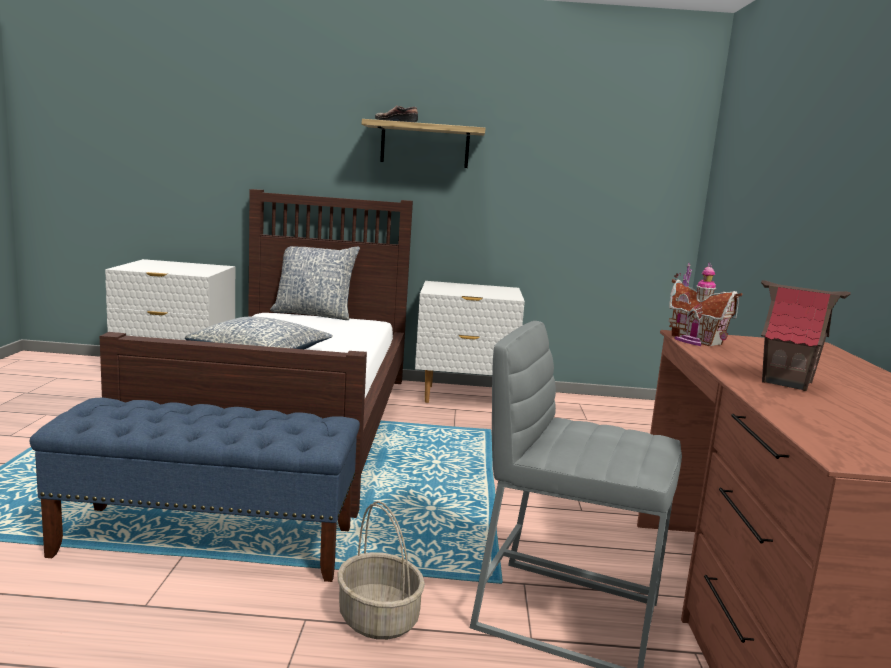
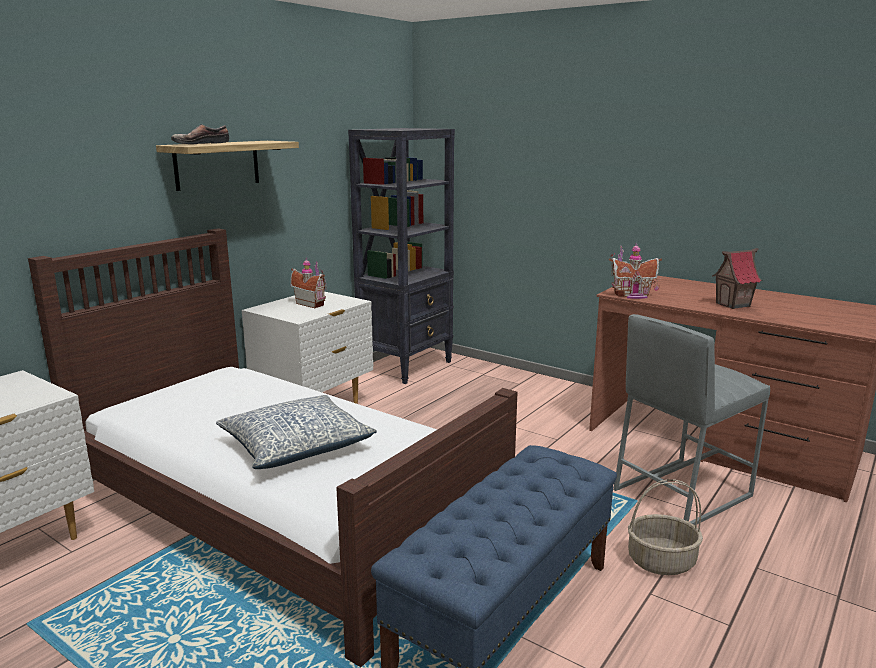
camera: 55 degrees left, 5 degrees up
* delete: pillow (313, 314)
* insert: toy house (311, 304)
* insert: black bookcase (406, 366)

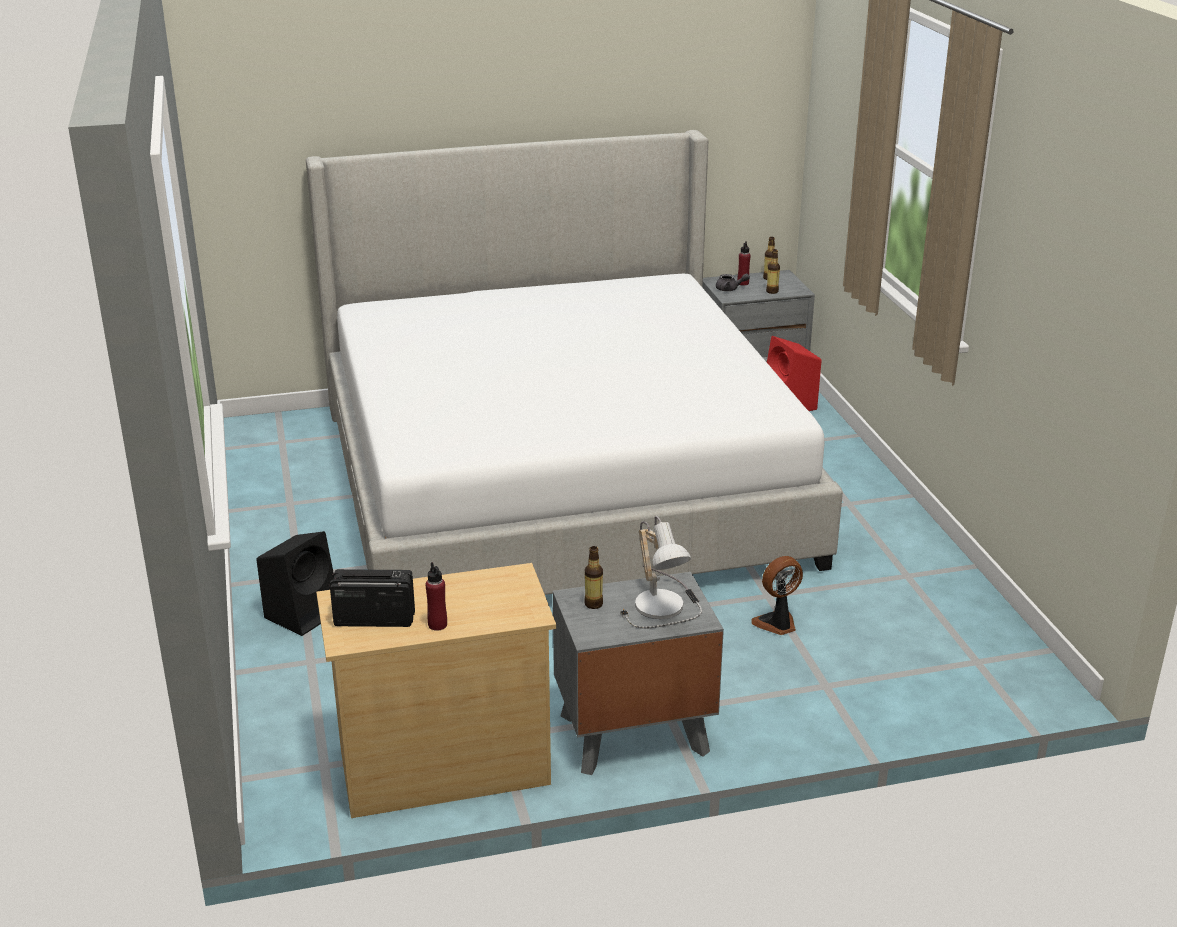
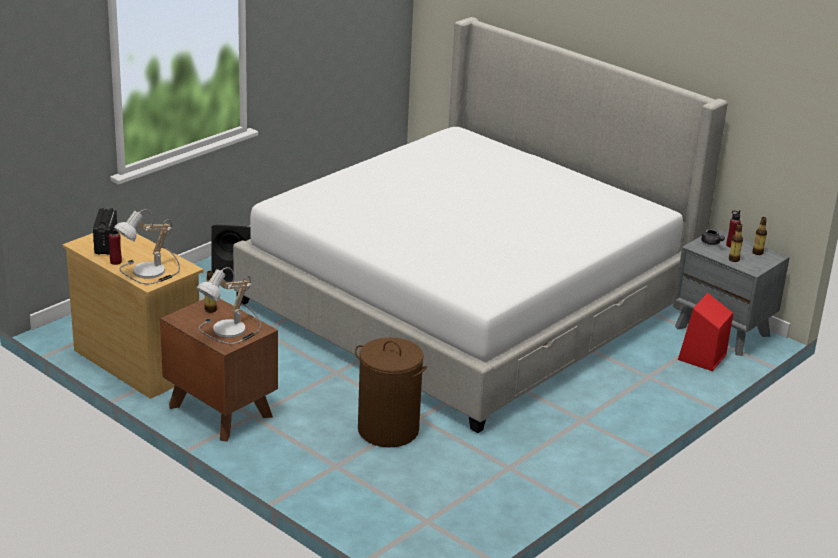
camera: 55 degrees right, 0 degrees up
* insert: table lamp (149, 272)
* replace: fan (777, 624) to brown laundry basket (387, 430)
* recolor: grey nightstand (633, 734) to brown nightstand (220, 411)
* rotate: radio (373, 619) = (106, 244) 150 degrees counterclockwise

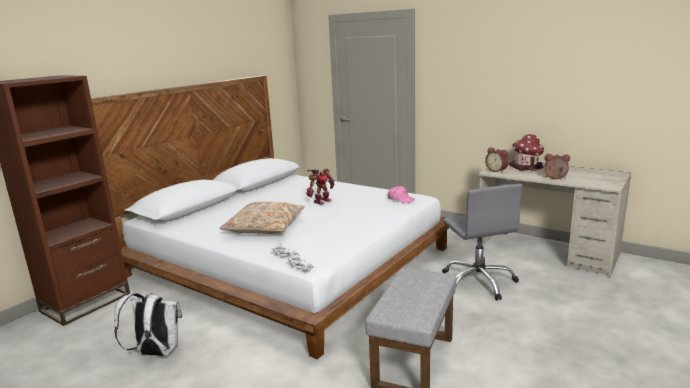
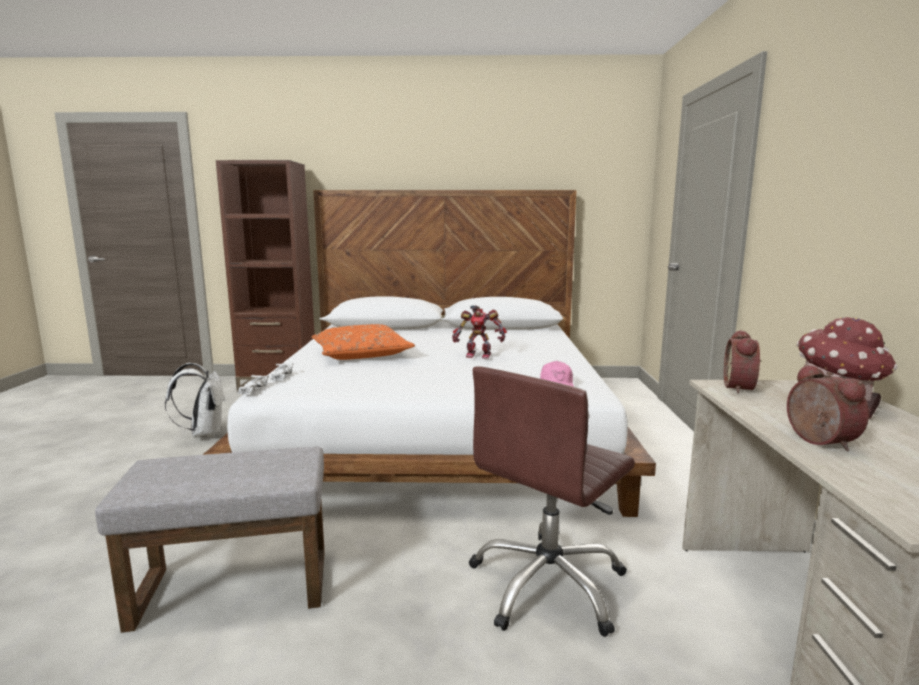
camera: 55 degrees right, 5 degrees down
* recolor: beige pillow (264, 227) to orange pillow (361, 354)
* recolor: grey office chair (478, 282) to brown office chair (548, 585)

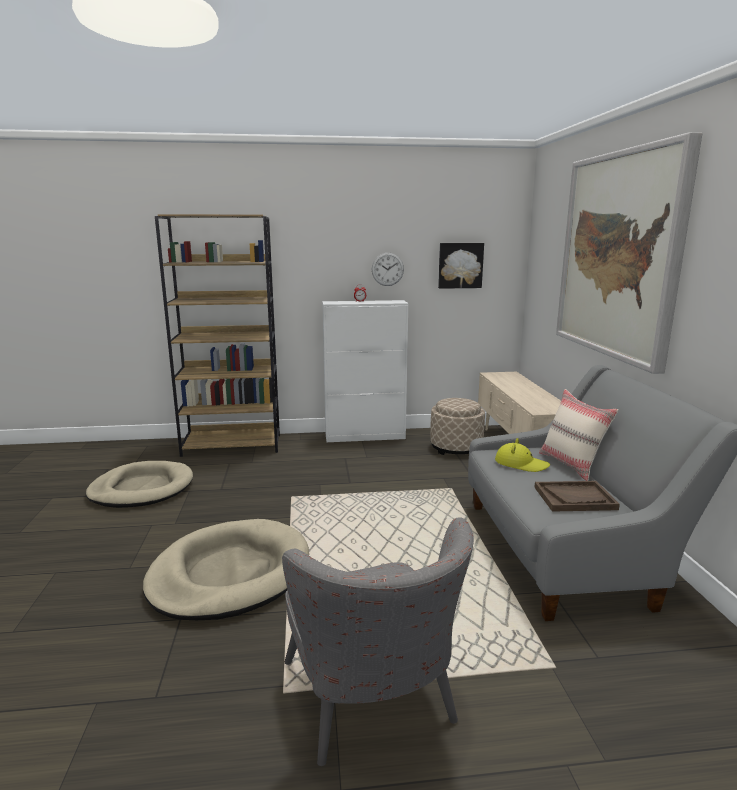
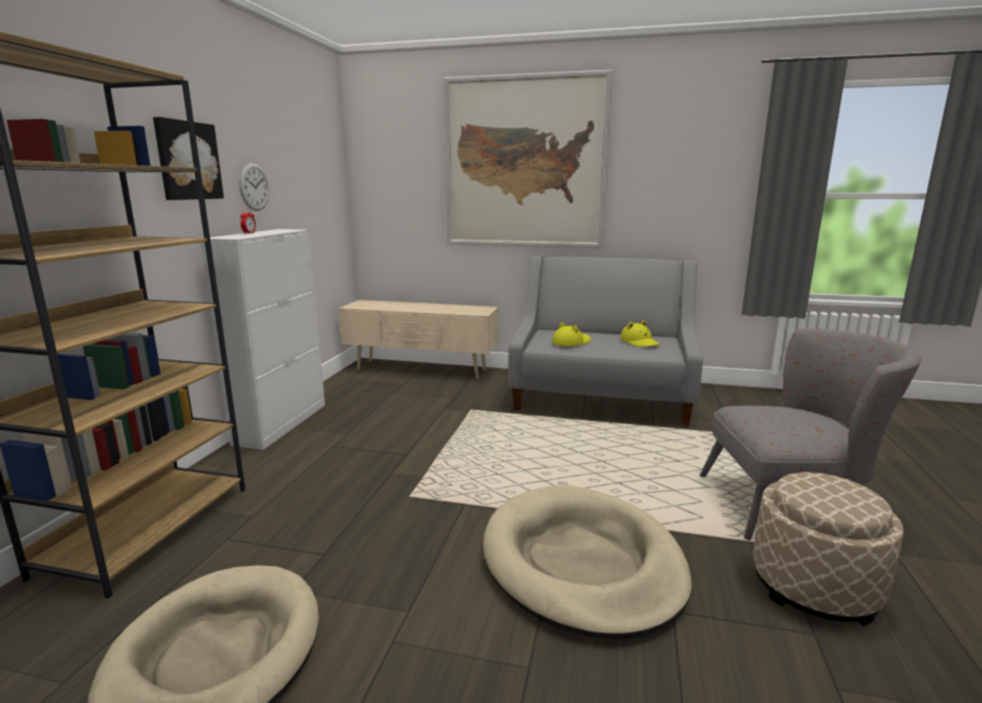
camera: 70 degrees left, 0 degrees up
* delete: beige pillow (571, 465)
* move: beige ottoman (456, 447) to (814, 586)
* move: picture (460, 265) to (187, 160)
* replace: brown tray (575, 498) to yellow hat (639, 342)

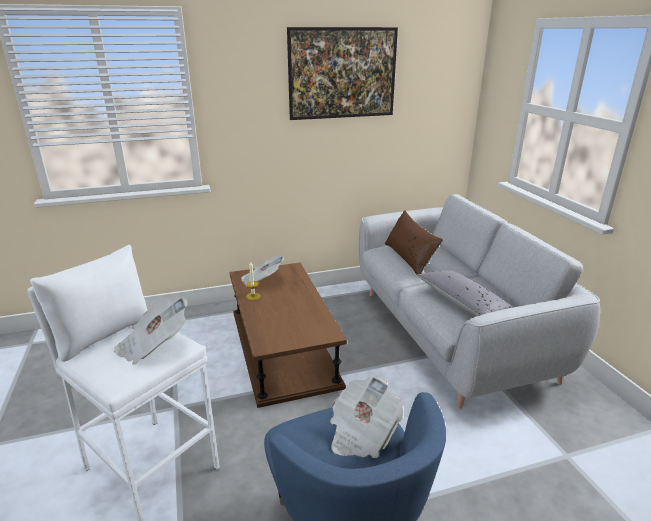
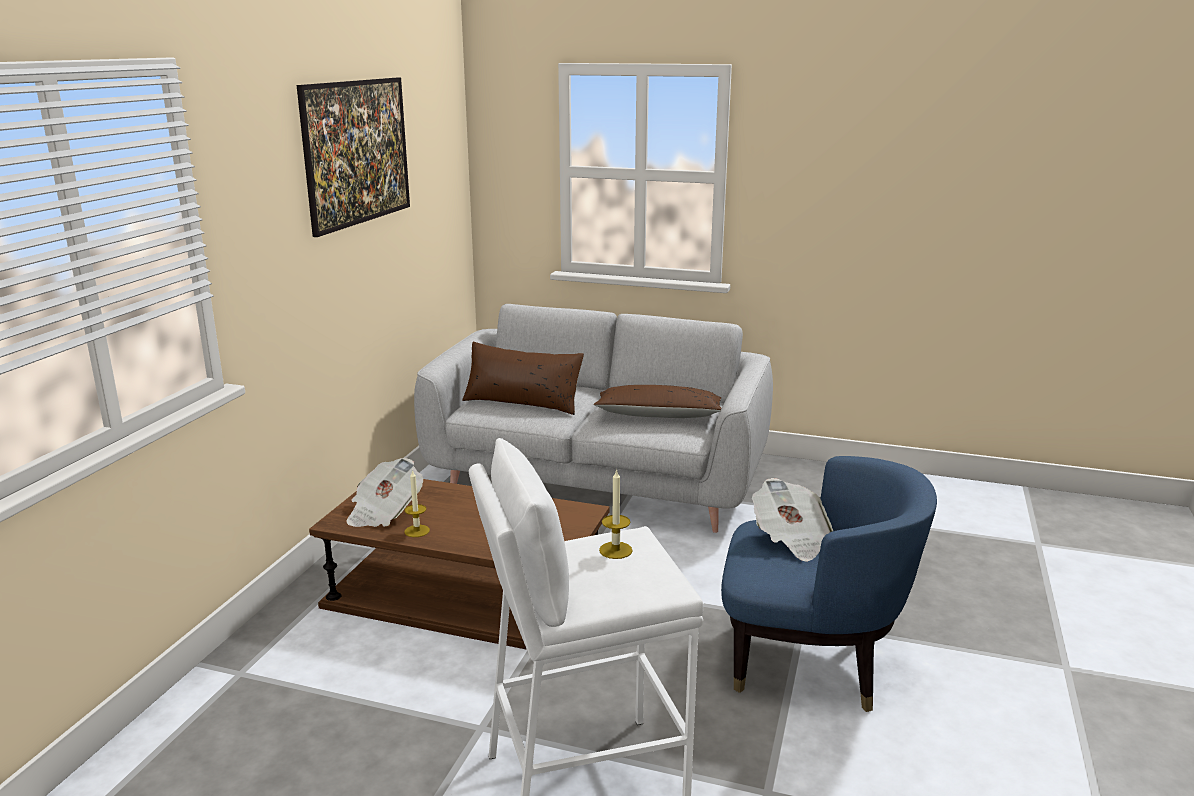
camera: 55 degrees left, 5 degrees down
* replace: newspaper (154, 345) to candle (615, 550)
* recolor: grey pillow (464, 303) to brown pillow (658, 415)

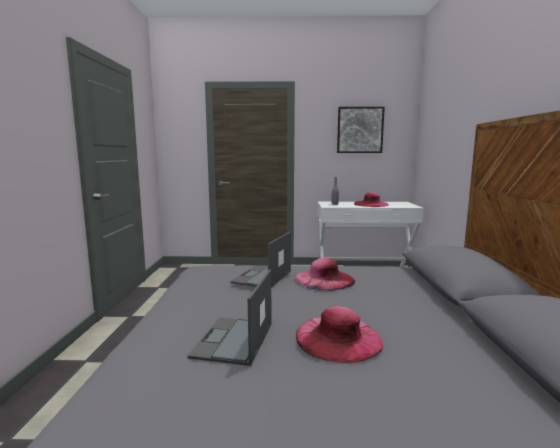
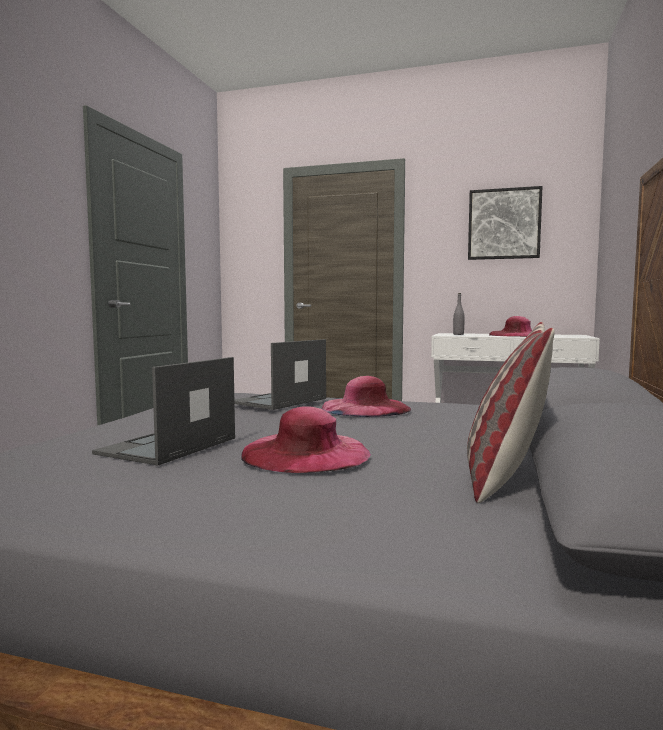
camera: 15 degrees right, 5 degrees down
* insert: pillow (505, 477)

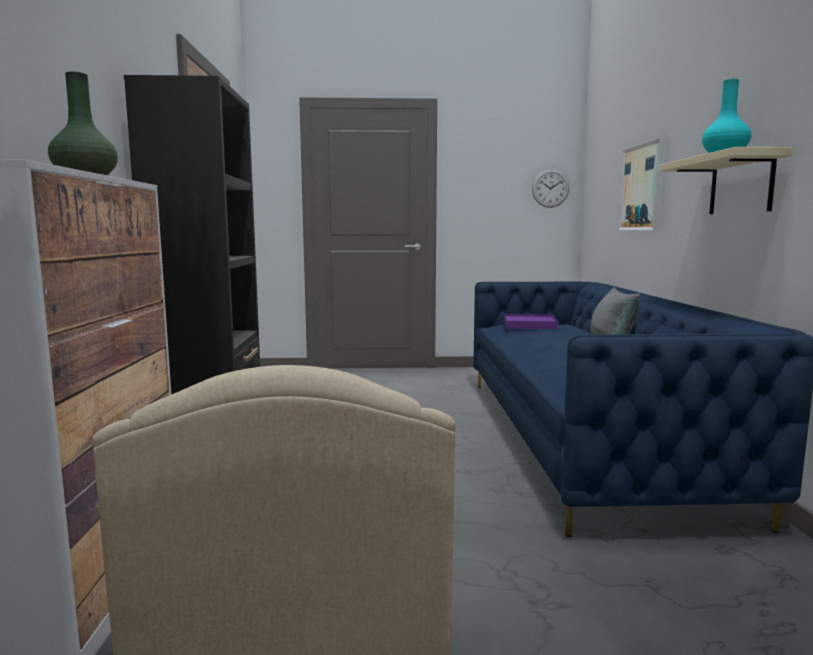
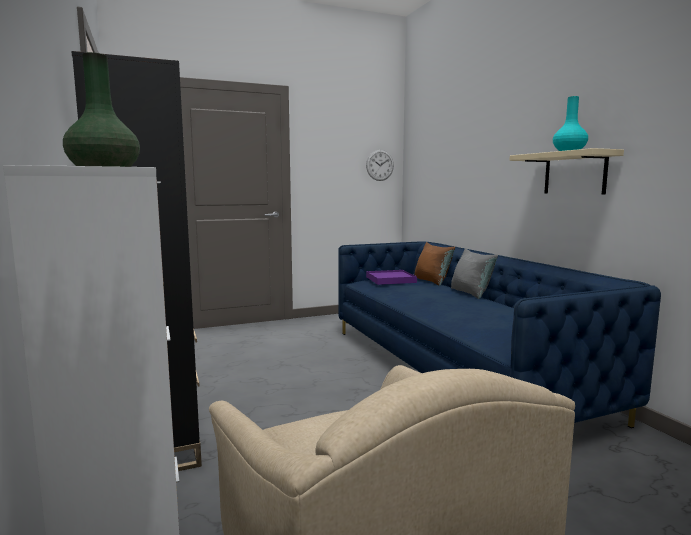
camera: 20 degrees left, 0 degrees up
* delete: picture (643, 188)
* insert: brown pillow (432, 281)

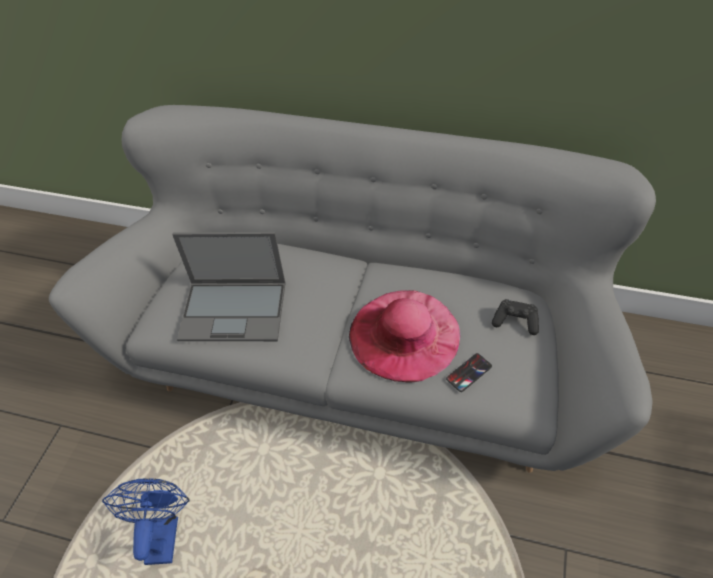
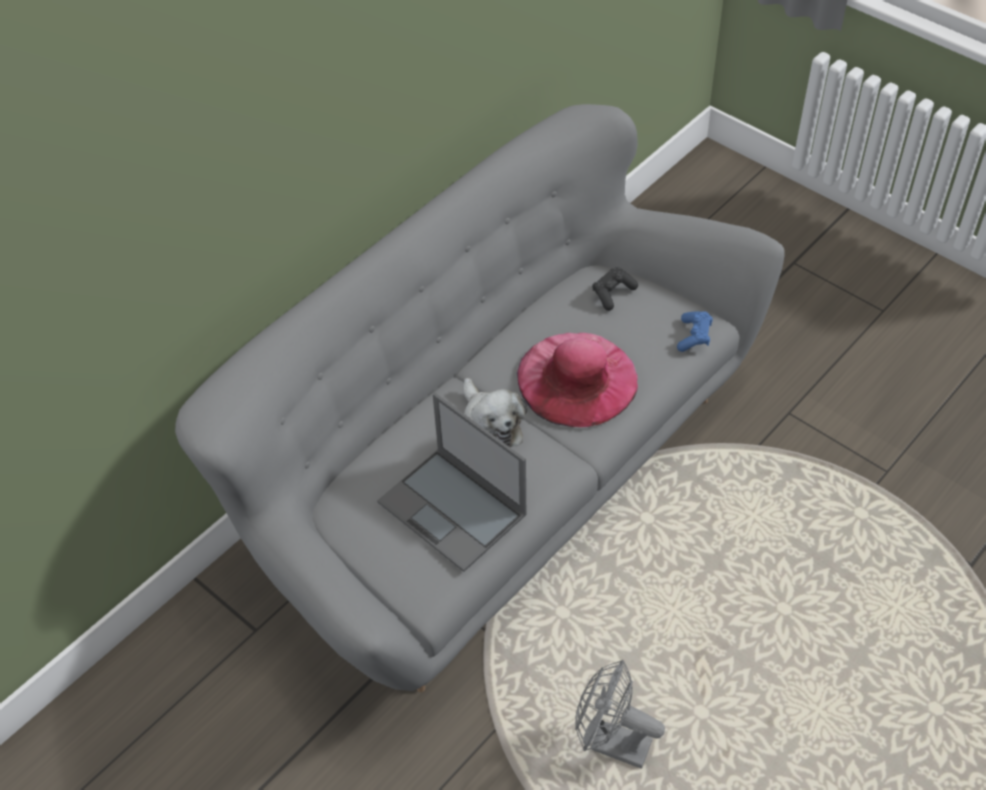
camera: 65 degrees left, 0 degrees up
* delete: phone (469, 372)
* insert: plush toy (490, 425)
* insert: blue game controller (694, 336)
* recolor: blue fan (162, 532) to grey fan (611, 743)
* rotate: laptop (235, 310) = (453, 509) 105 degrees clockwise

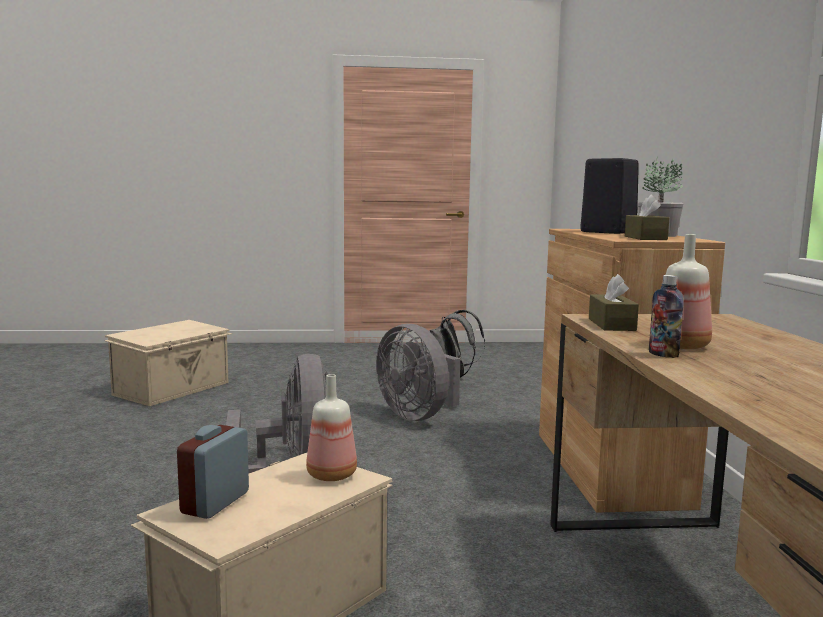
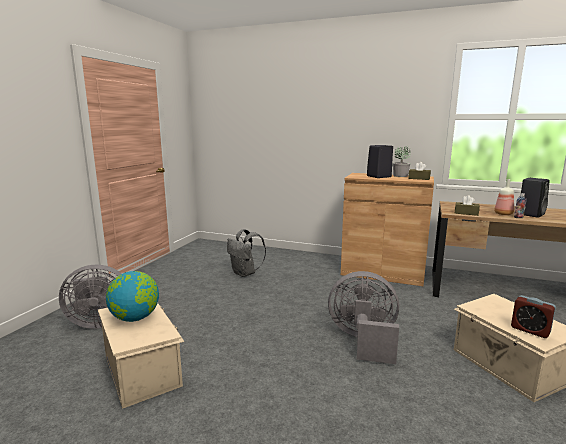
camera: 65 degrees left, 5 degrees up
* delete: bottle (333, 475)
* insert: globe (135, 318)
* insert: black speaker (530, 214)
* move: grey fan (417, 415) to (99, 322)

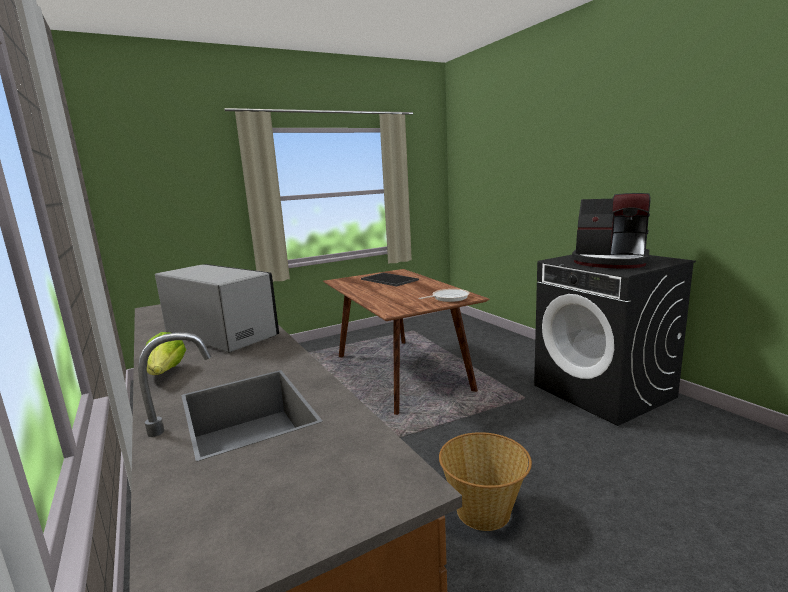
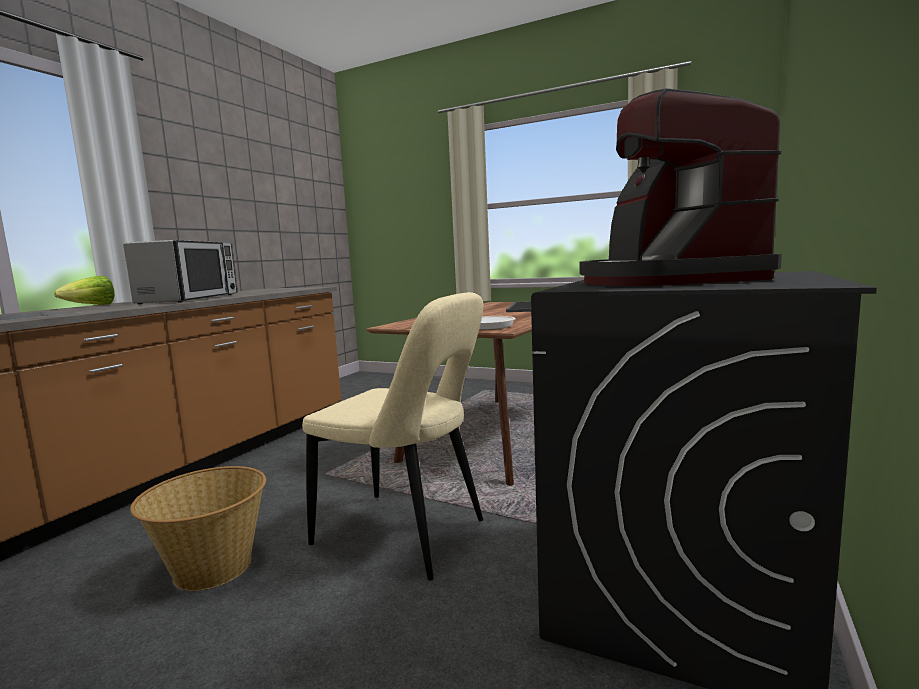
camera: 55 degrees right, 5 degrees down
* insert: beige chair (406, 535)

